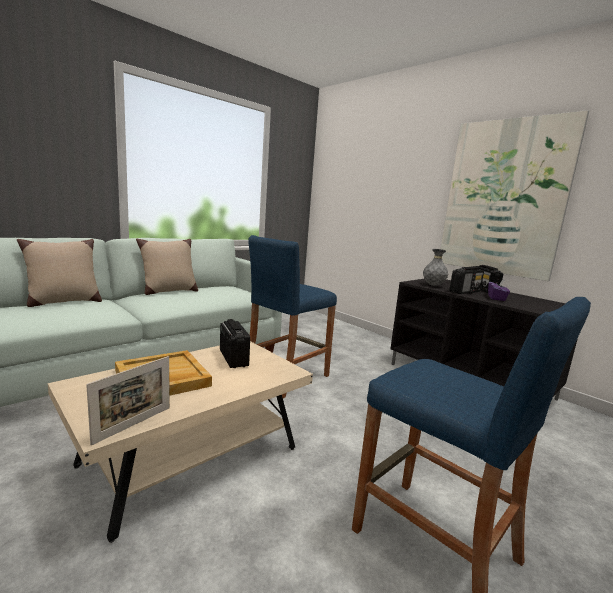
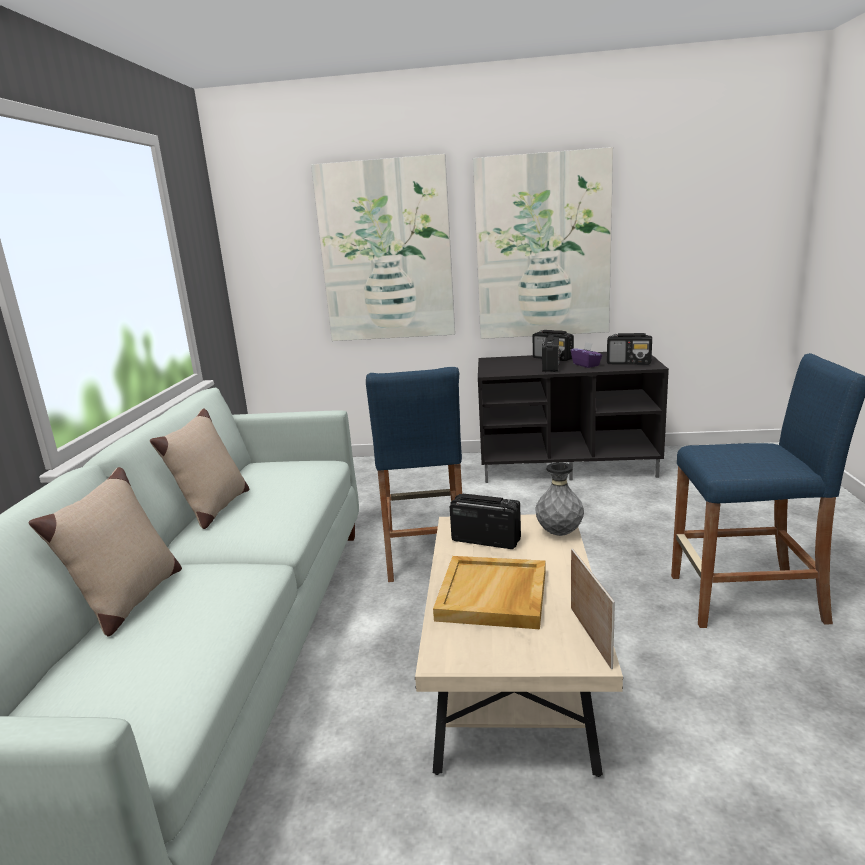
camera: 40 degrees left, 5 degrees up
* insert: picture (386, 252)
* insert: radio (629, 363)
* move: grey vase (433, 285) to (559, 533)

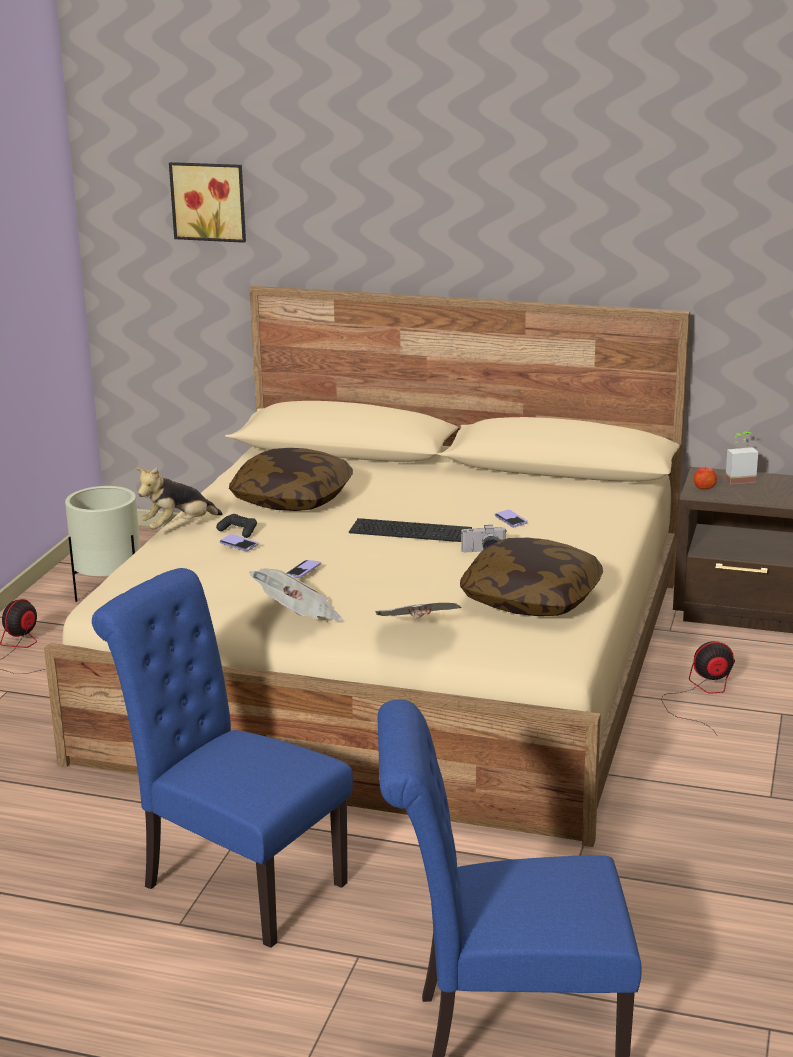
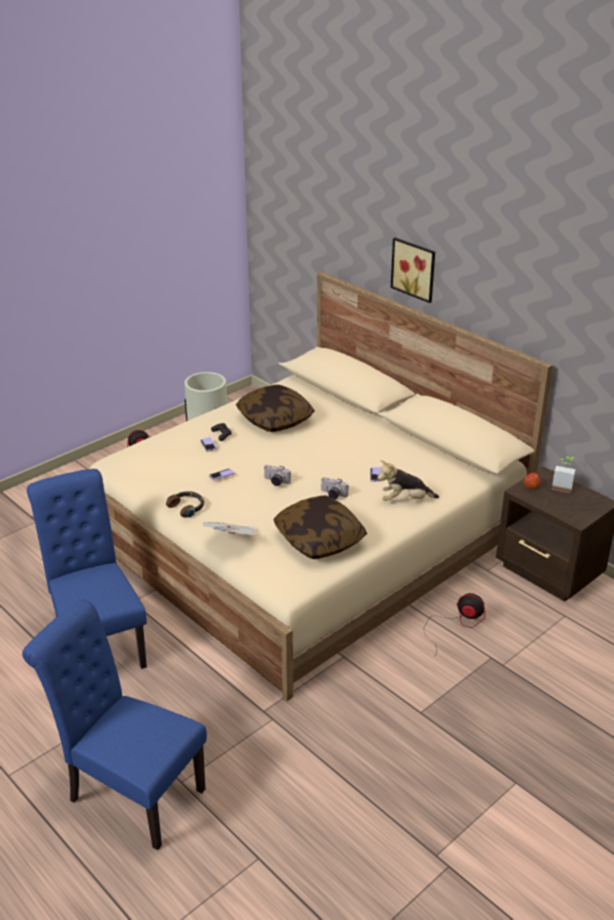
camera: 30 degrees right, 10 degrees up
* delete: keyboard (412, 530)
* insert: photo camera (275, 482)
* move: plush toy (178, 527) to (405, 500)
* move: picture (209, 201) to (414, 269)
* replace: newspaper (299, 617) to headphones (187, 507)

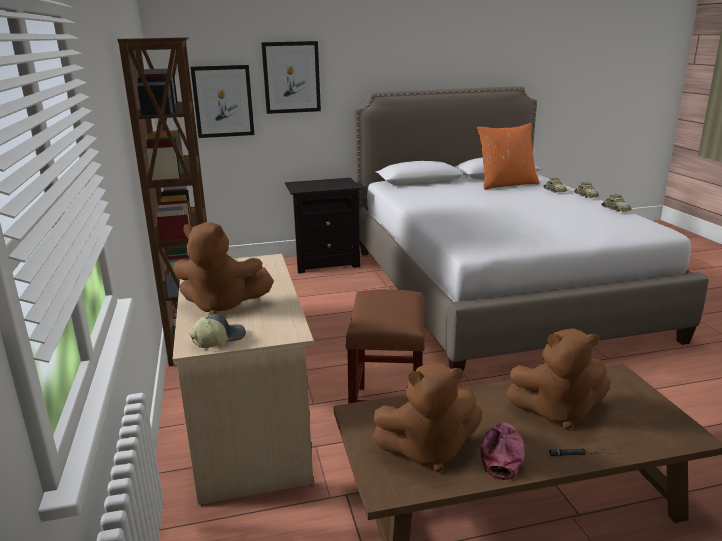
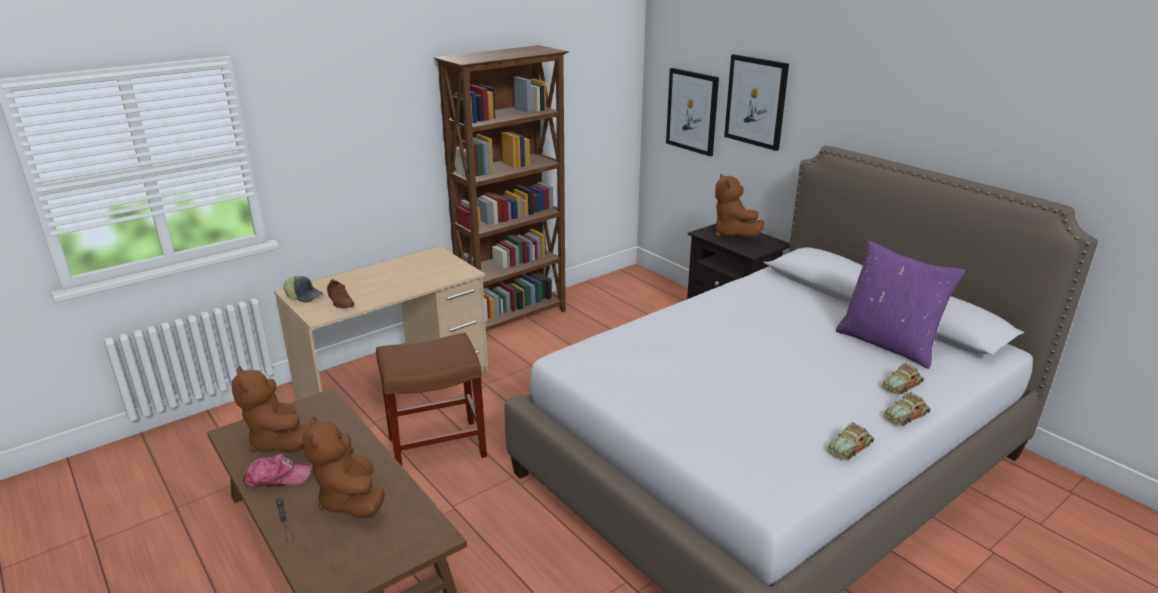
camera: 65 degrees right, 5 degrees up
* insert: brown shoe (340, 301)
* move: brown plush toy (222, 306) to (733, 234)
* recolor: orange pillow (506, 184) to purple pillow (888, 344)

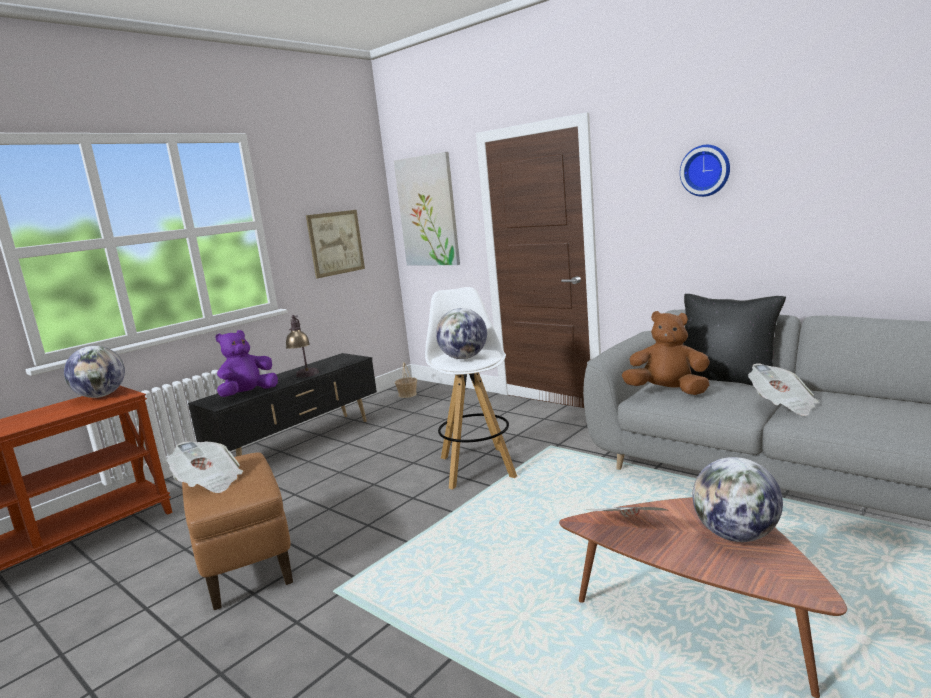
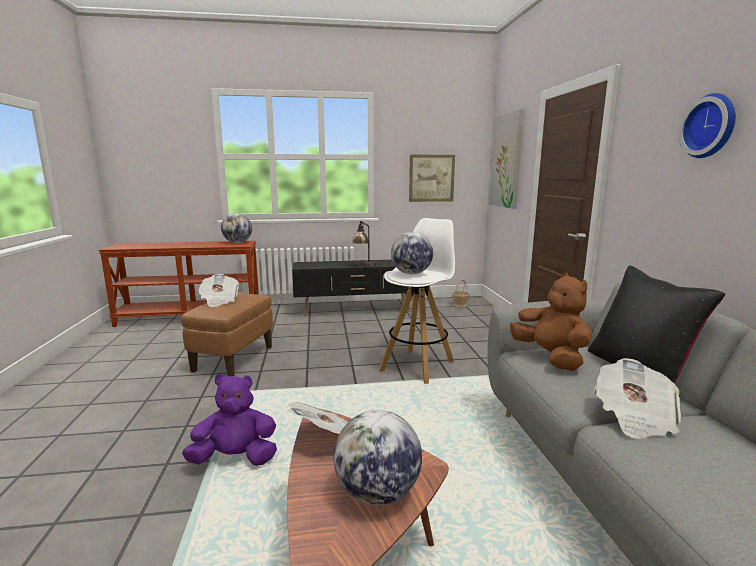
camera: 40 degrees right, 0 degrees up
* move: purple plush toy (248, 394) to (235, 458)

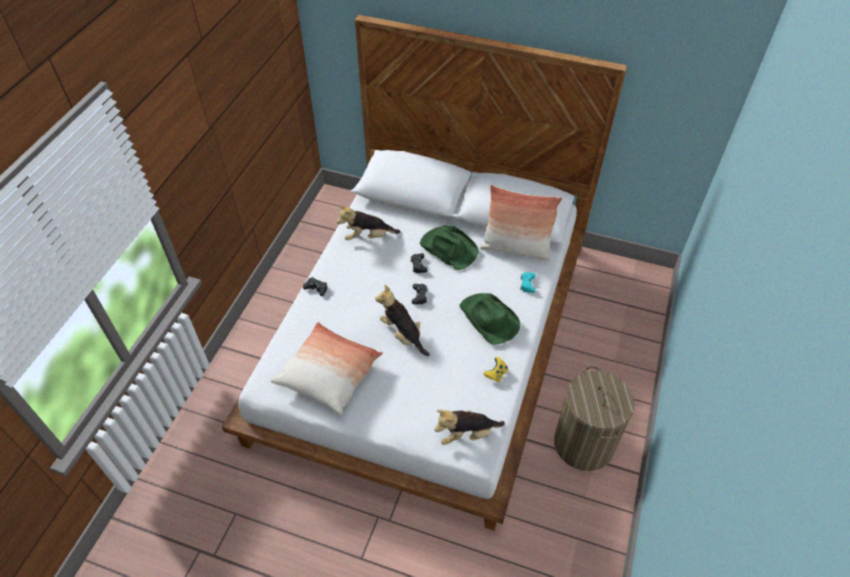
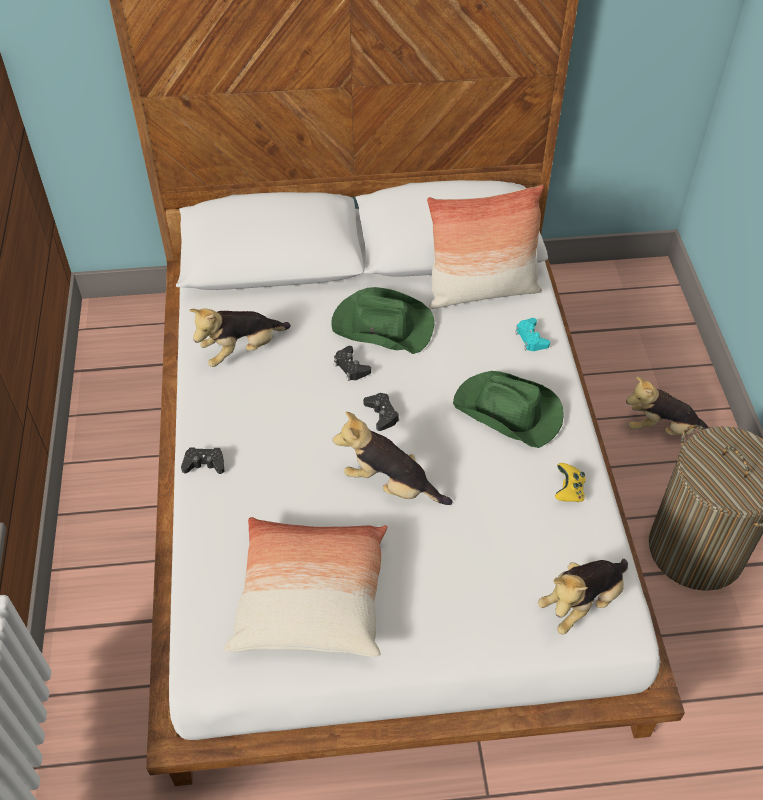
camera: 25 degrees left, 0 degrees up
* insert: plush toy (662, 429)

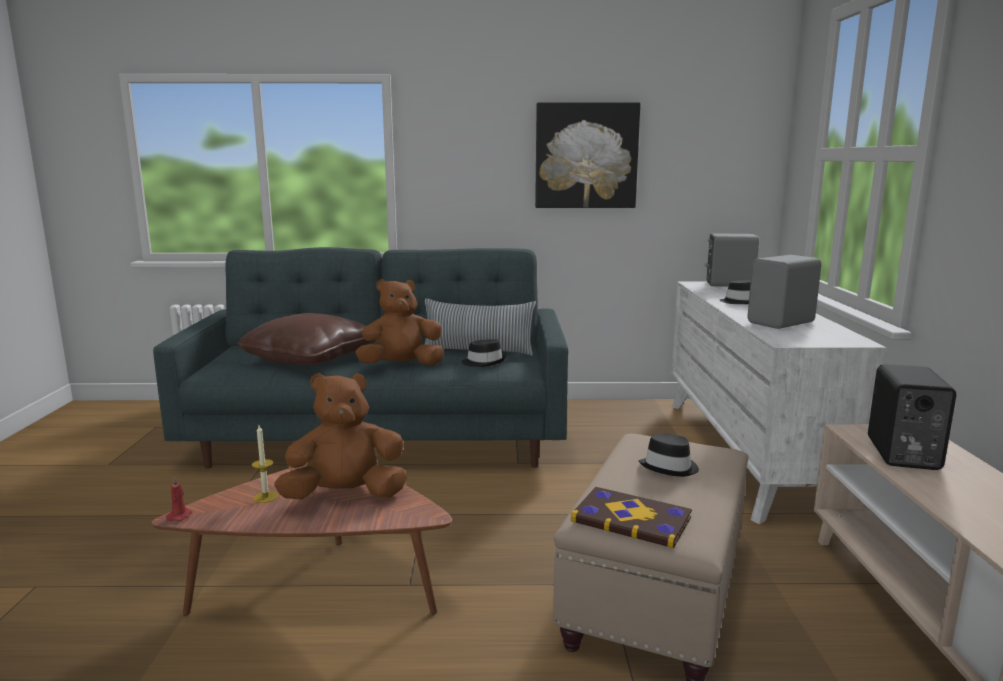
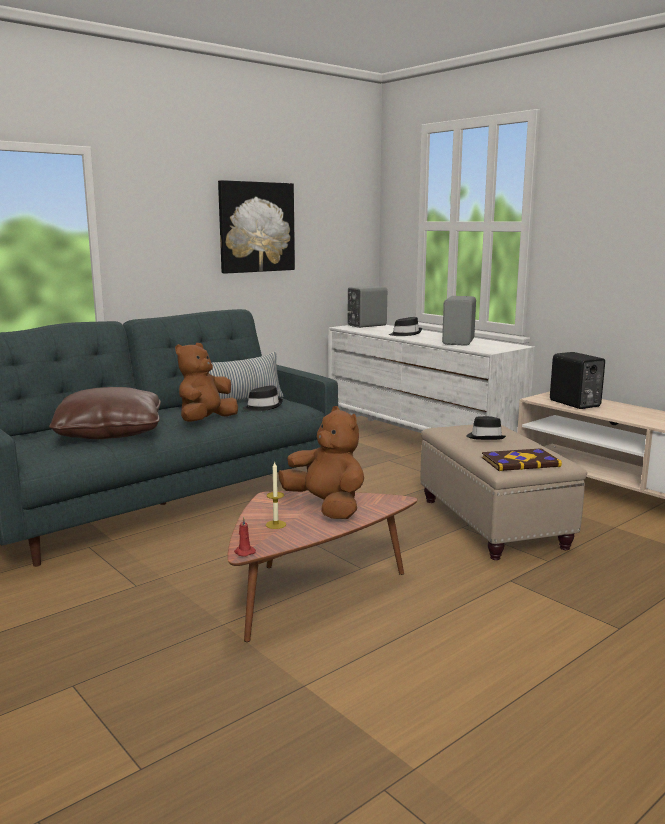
camera: 40 degrees left, 0 degrees up
* rotate: brown plush toy (346, 495) = (326, 507) 105 degrees clockwise

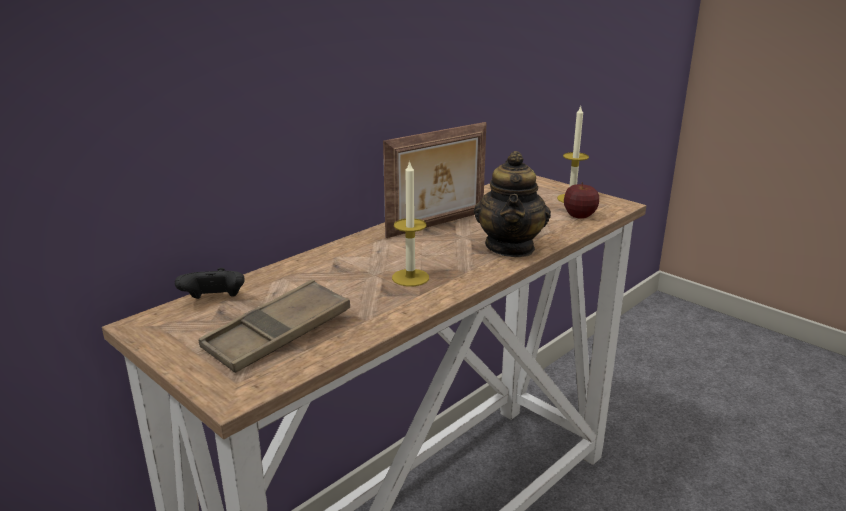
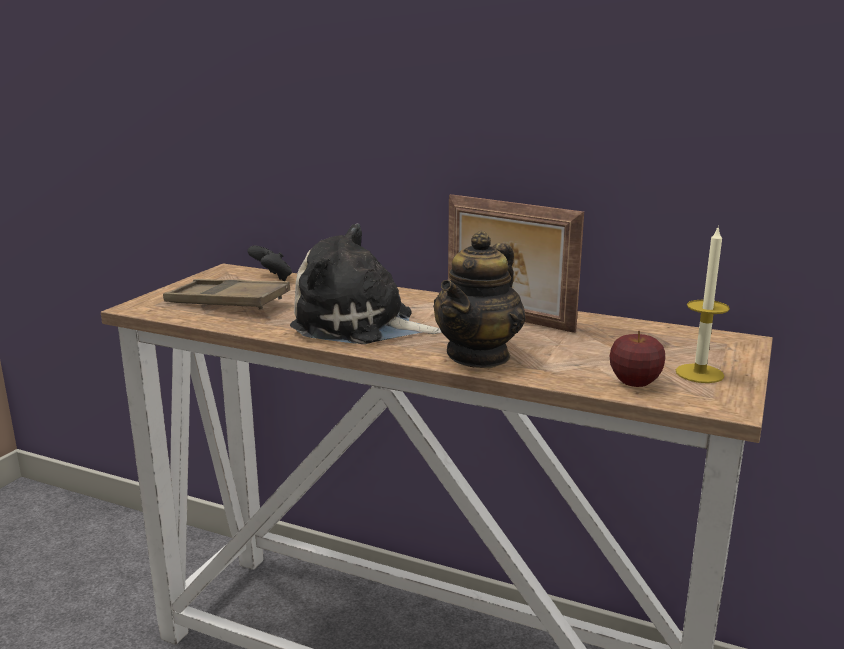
camera: 70 degrees right, 5 degrees down
* replace: candle (410, 277) to plush toy (360, 325)
* rotate: teapot (510, 247) = (479, 356) 45 degrees counterclockwise

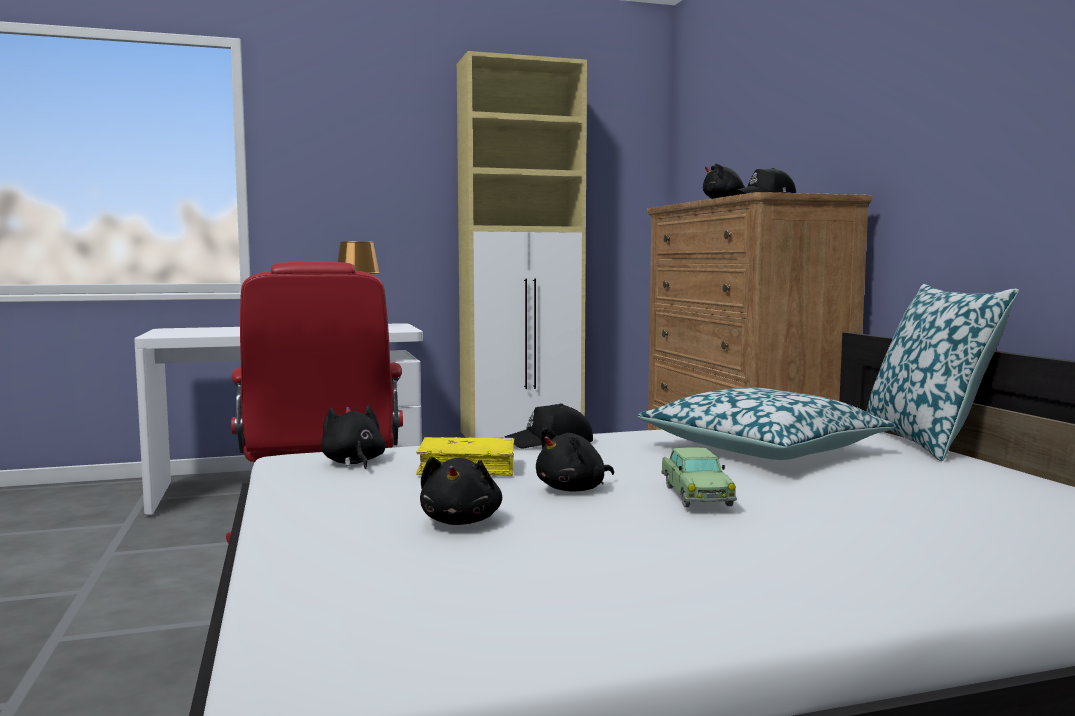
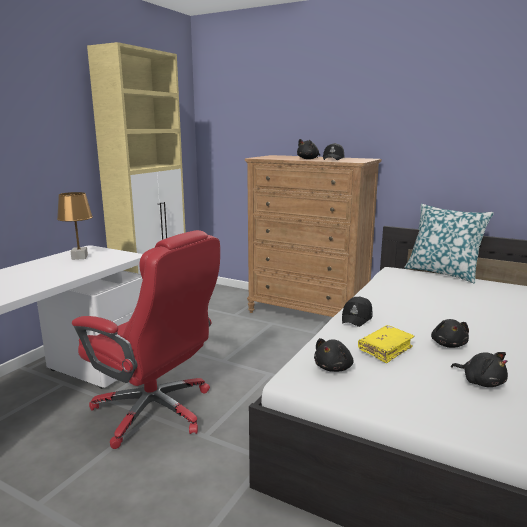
camera: 45 degrees left, 10 degrees up
* delete: pillow (762, 448)
* delete: toy car (696, 495)
* rotate: black plush toy (353, 462) = (334, 368) 75 degrees counterclockwise

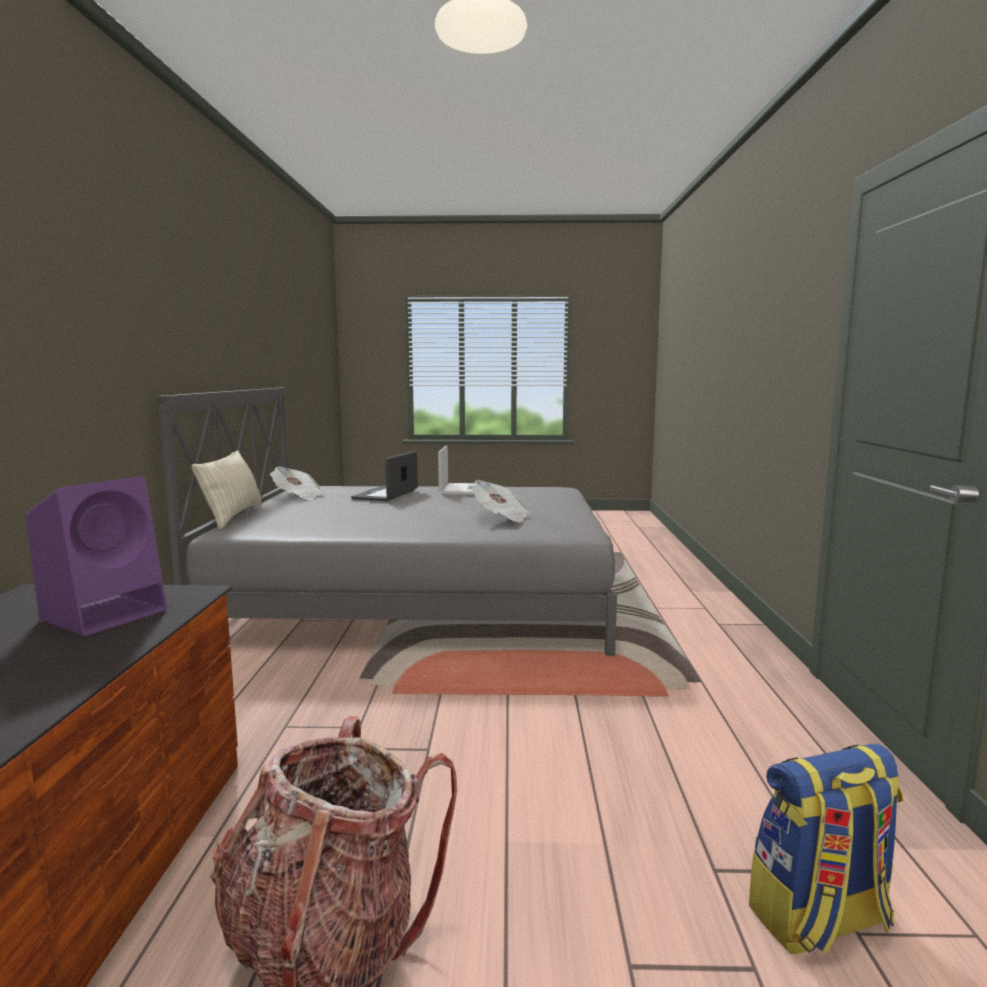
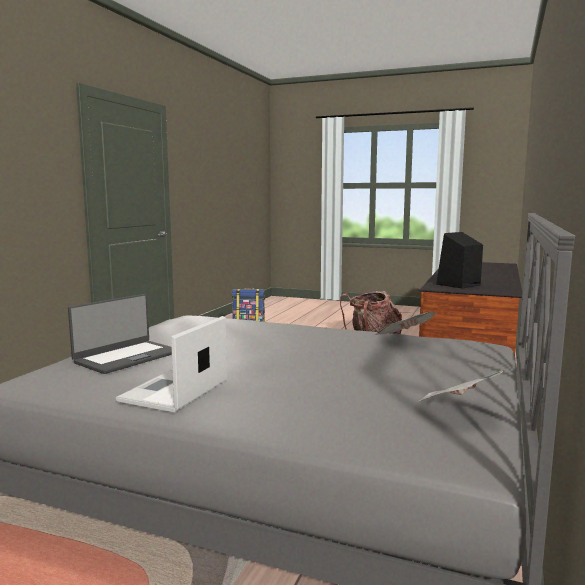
camera: 160 degrees left, 0 degrees up
* delete: beige pillow (233, 516)
* move: laptop (386, 494) to (126, 357)
* move: newspaper (501, 517) to (404, 339)
* recolor: purple speaker (106, 613) to black speaker (457, 285)

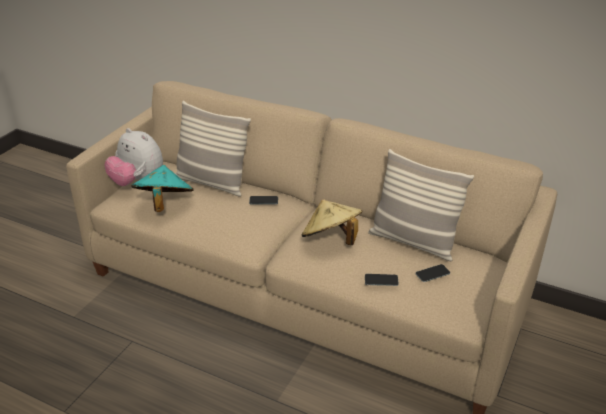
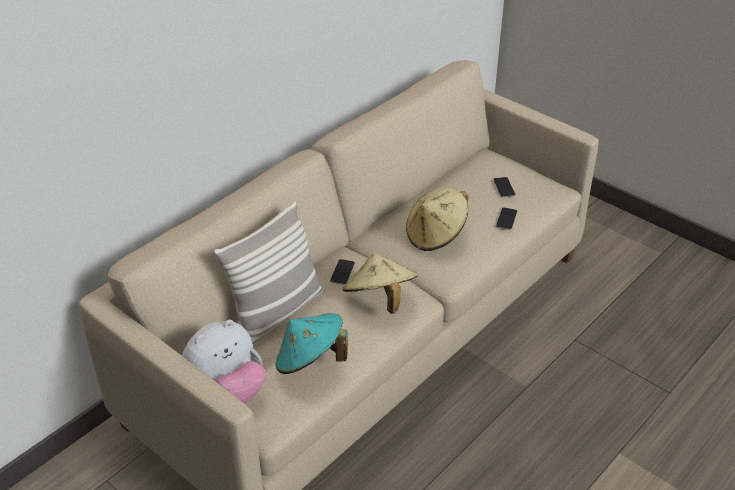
camera: 75 degrees left, 5 degrees up
* delete: pillow (413, 241)
* insert: beige hat (379, 300)

